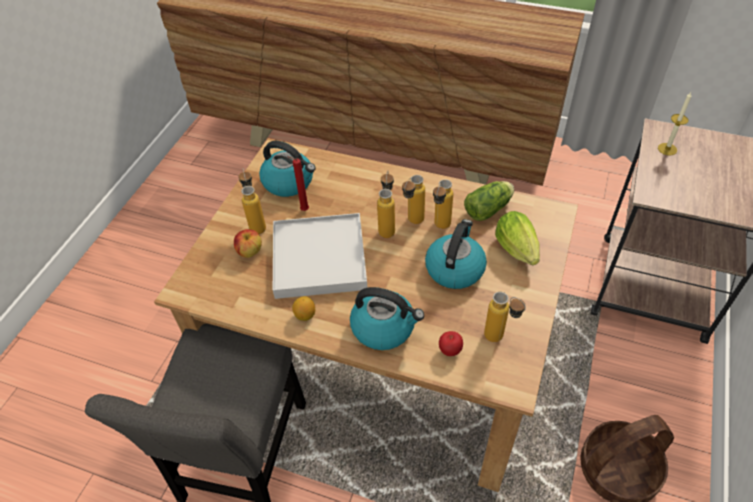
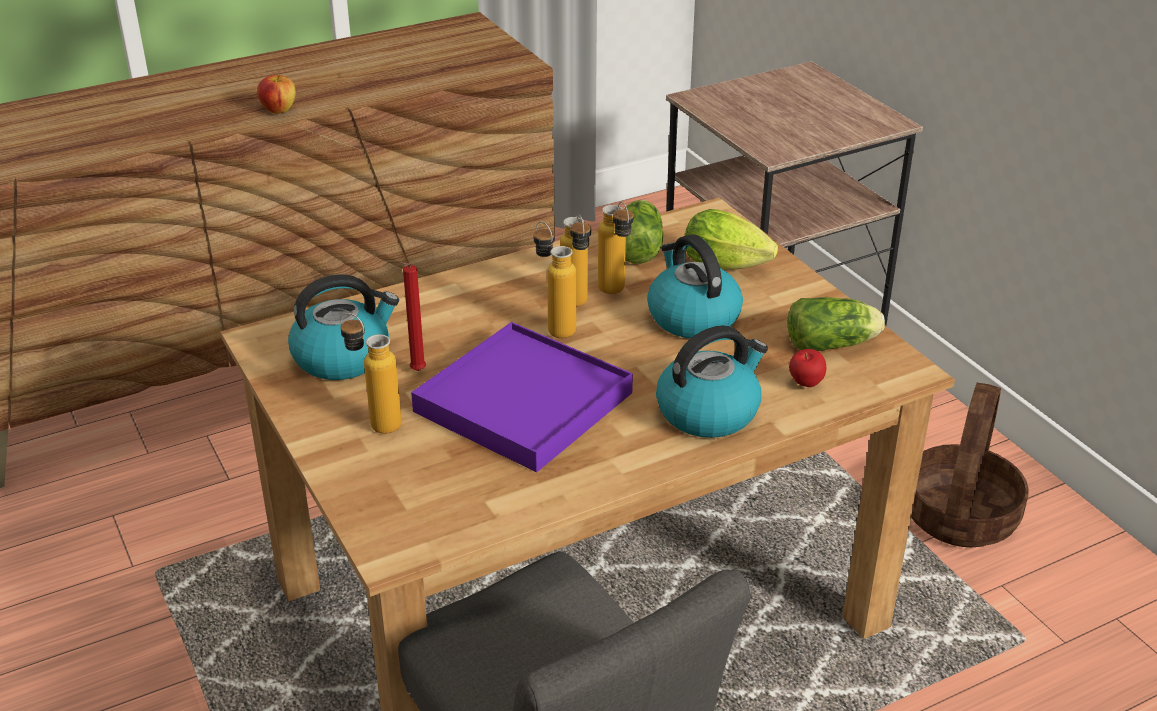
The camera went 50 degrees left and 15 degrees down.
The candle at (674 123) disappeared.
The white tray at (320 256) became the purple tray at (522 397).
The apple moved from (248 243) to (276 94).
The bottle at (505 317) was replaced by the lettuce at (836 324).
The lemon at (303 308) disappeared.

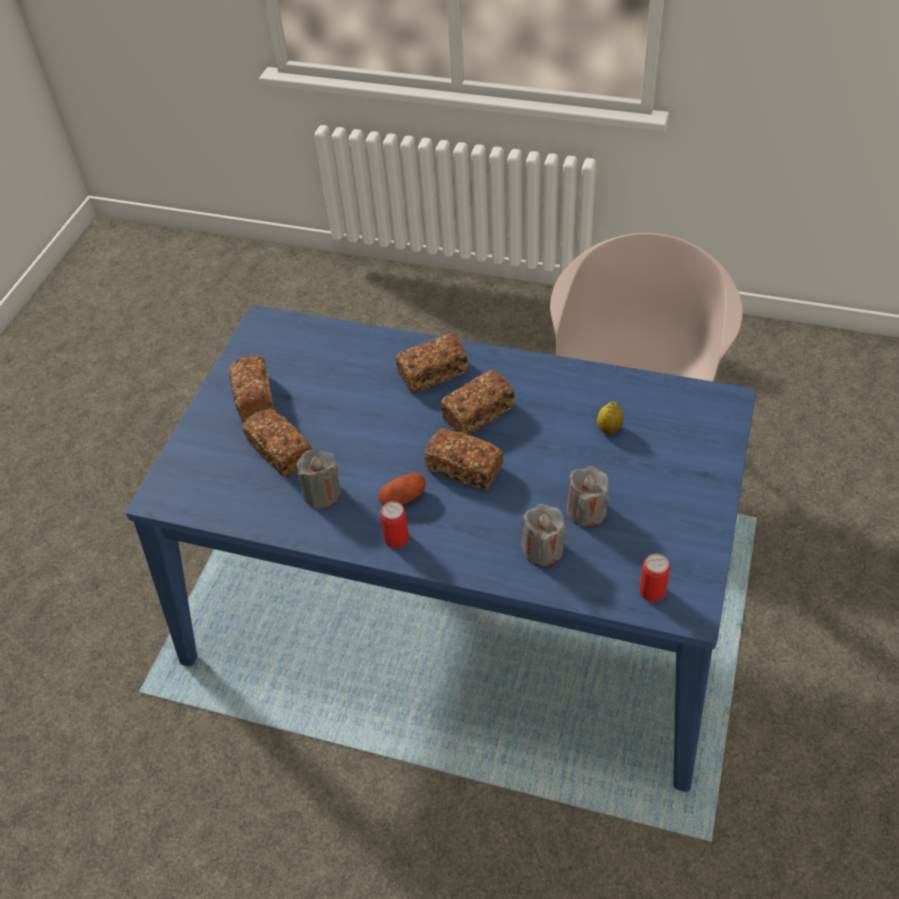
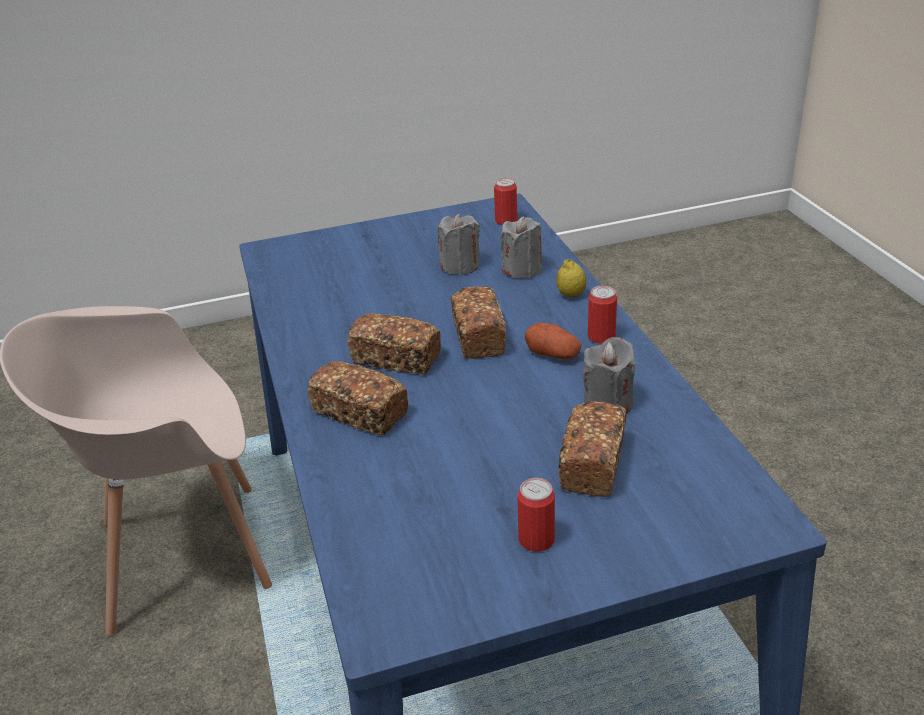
The camera went 125 degrees left and 15 degrees down.
The bread at (251 388) was replaced by the can at (536 515).
The lemon moved from (610 417) to (571 278).

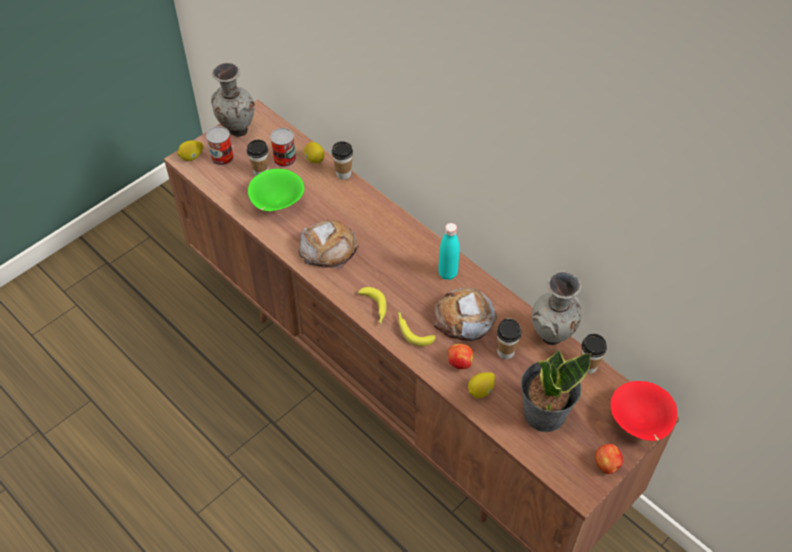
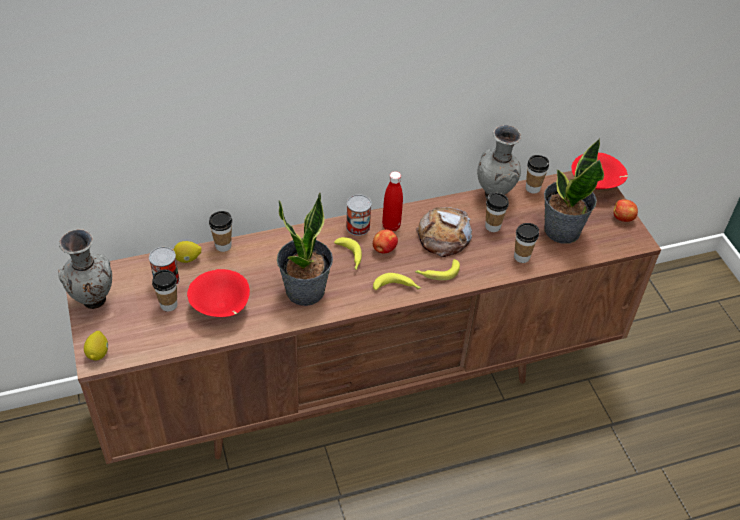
The camera went 65 degrees left and 5 degrees down.
The can moved from (220 146) to (358 215).
The green bowl at (276 190) became the red bowl at (218 293).
The bread at (328 243) was replaced by the potted plant at (305 249).
The turquoise bottle at (448 251) became the red bottle at (392 201).
The apple moved from (460 356) to (385 241).
The lemon at (481 385) was replaced by the cup at (526 243).
The banana at (348 253) appeared.

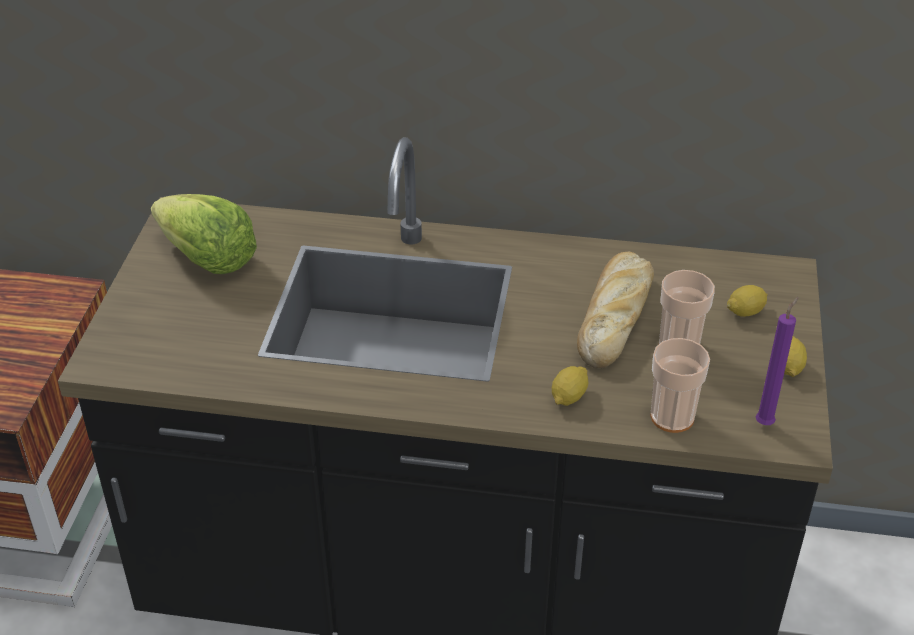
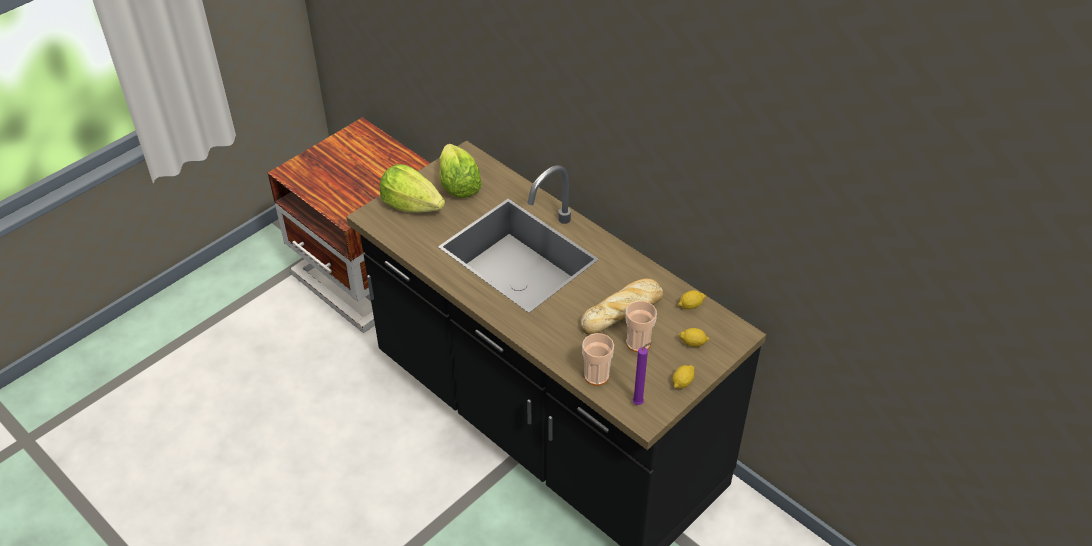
The camera went 35 degrees right and 5 degrees up.
The lemon moved from (570 386) to (692 299).
The lettuce at (412 188) appeared.

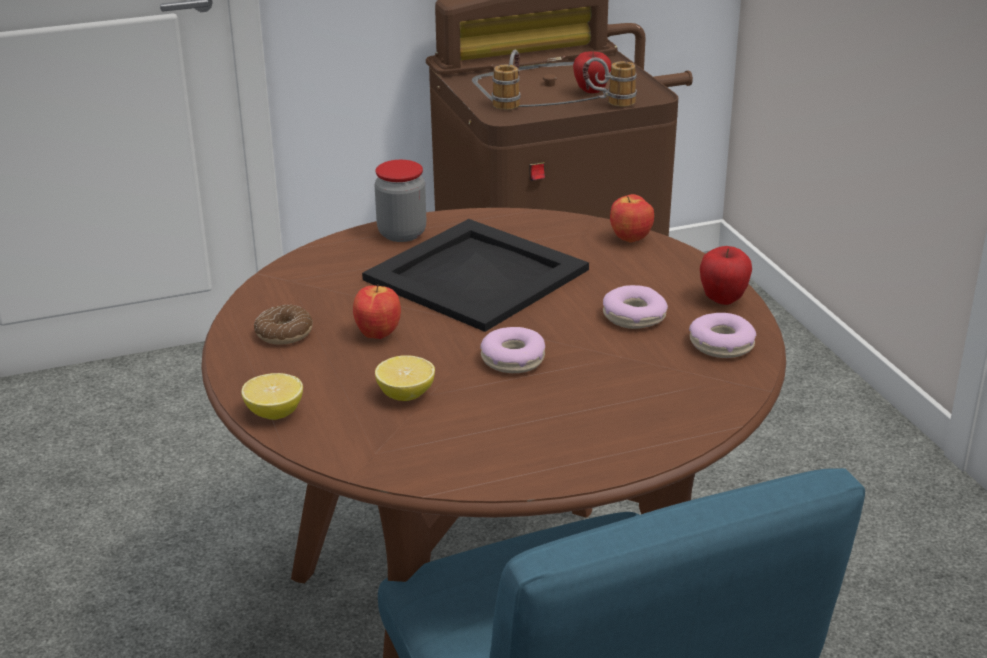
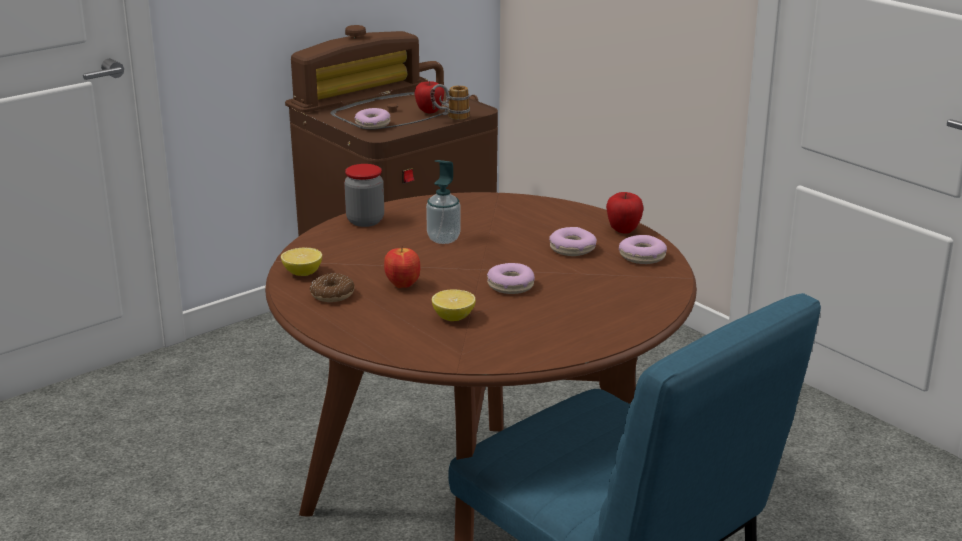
The camera went 20 degrees left and 5 degrees down.
The mug at (506 79) was replaced by the donut at (372 118).
The apple at (632 218) disappeared.
The black tray at (475 275) was replaced by the soap dispenser at (443 202).
The lemon moved from (272 396) to (301 262).

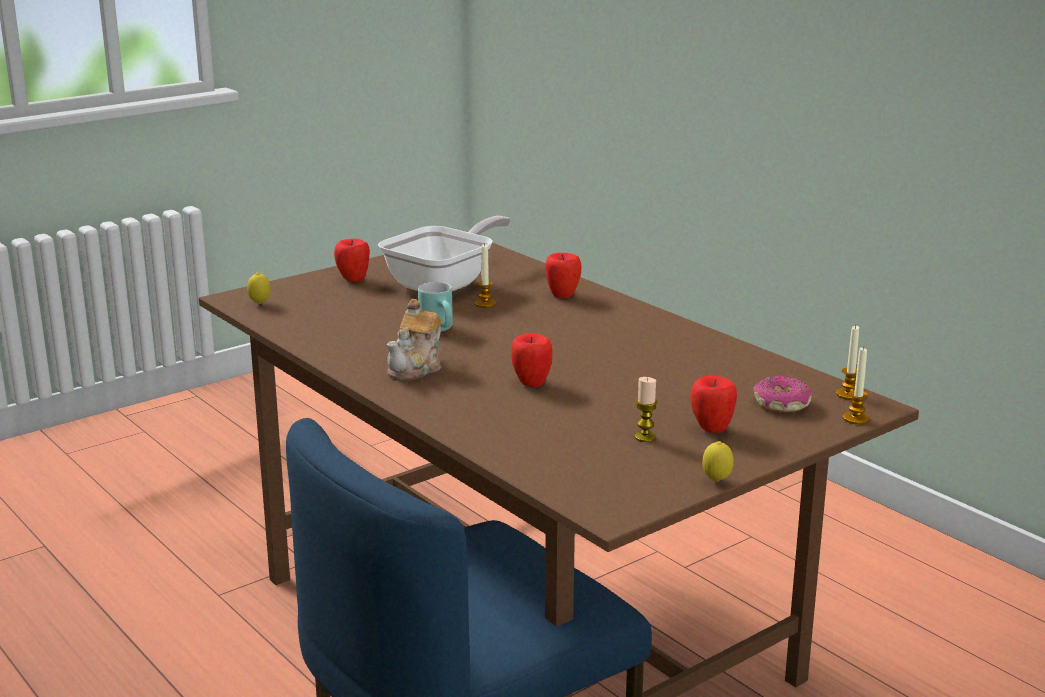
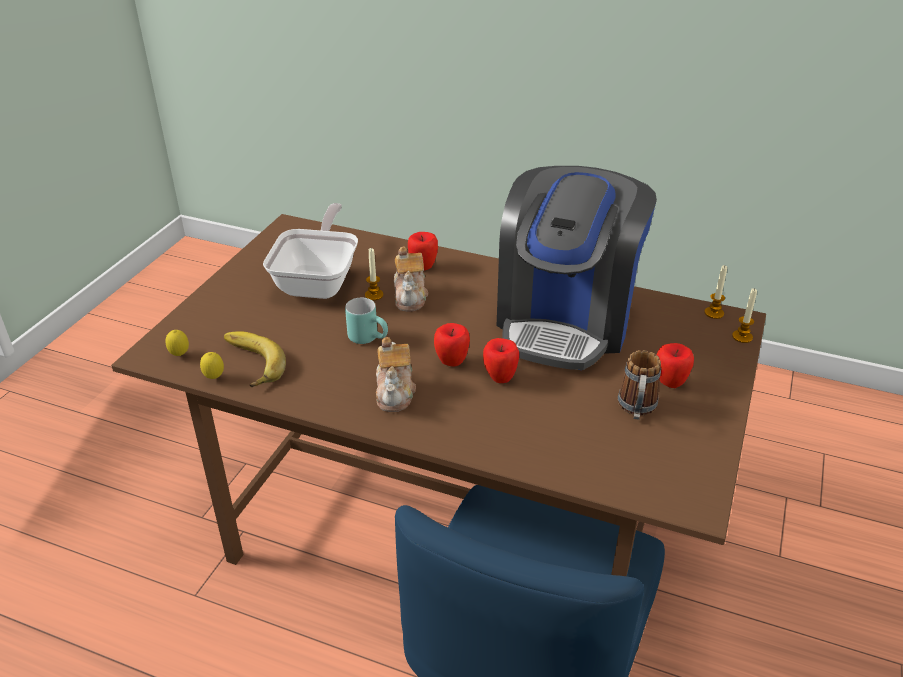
The camera went 30 degrees left and 15 degrees up.
The apple moved from (352 260) to (452 344).
The donut at (783 394) disappeared.
The candle at (646 409) was replaced by the mug at (639 385).
The lemon moved from (718 461) to (212 365).
The coffee machine at (577 268) appeared.
The teapot at (411 278) appeared.
The banana at (255 359) appeared.

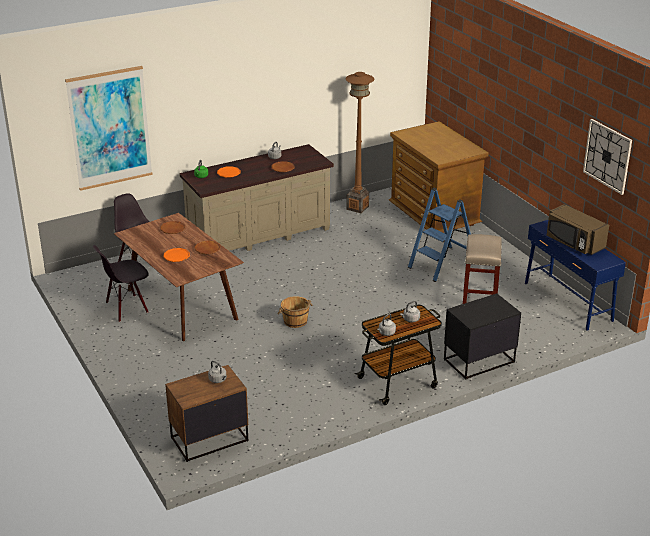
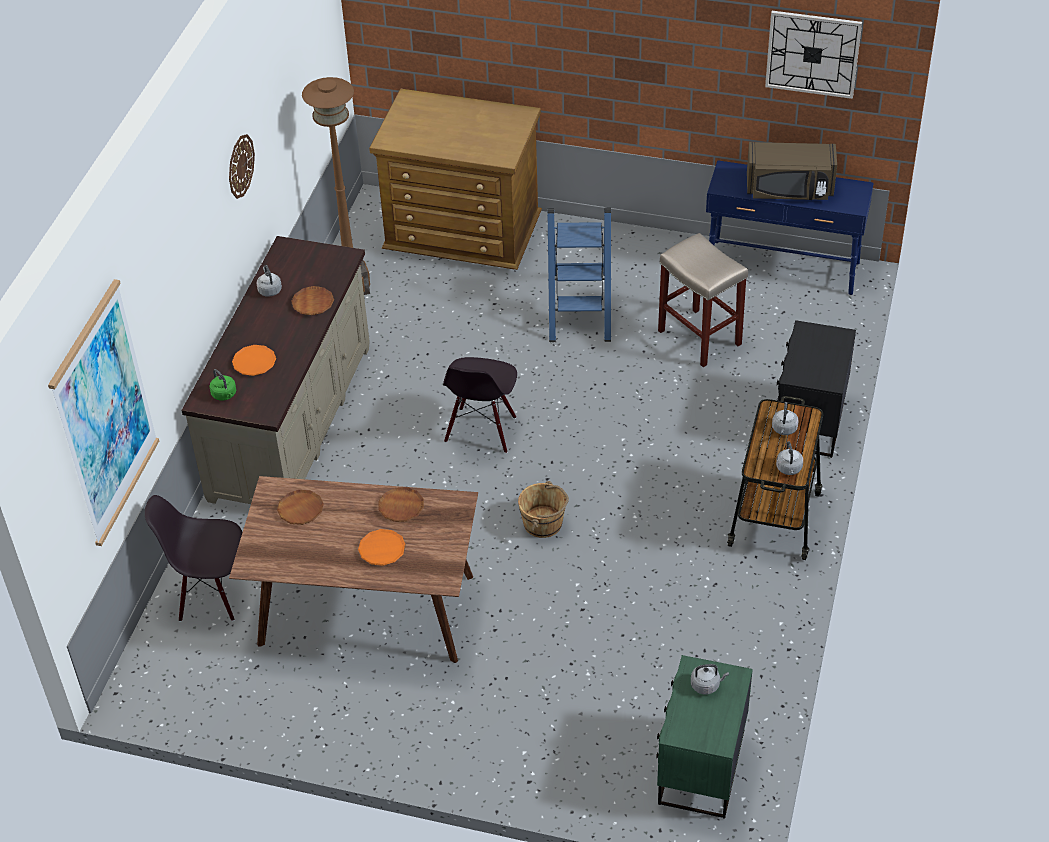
The camera went 45 degrees left and 15 degrees up.
The black chair moved from (121 283) to (480 405).
The brown nightstand at (206 413) became the green nightstand at (704 737).
The wall clock at (242 166) appeared.

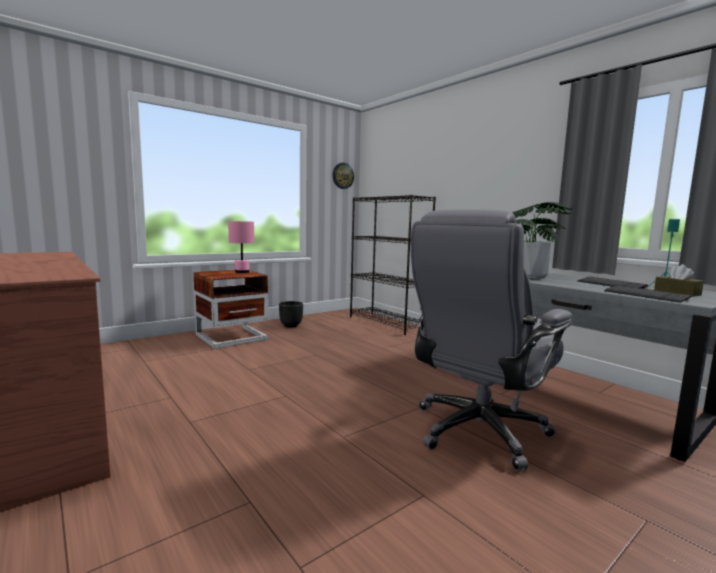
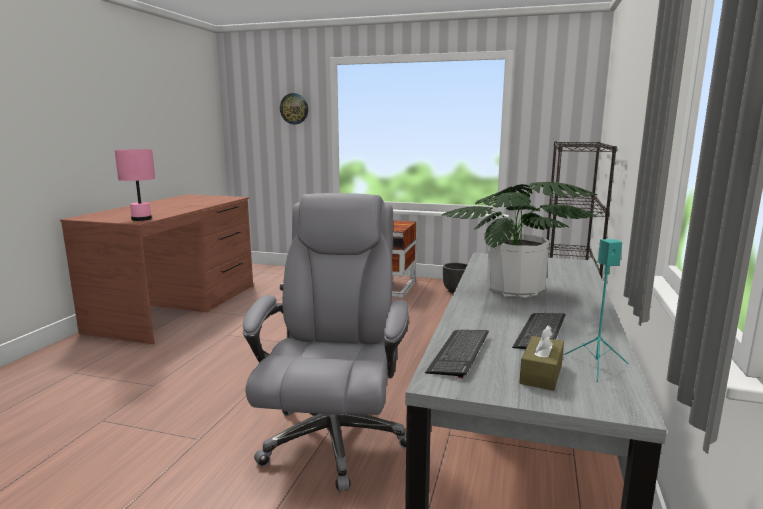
The camera went 55 degrees right and 5 degrees up.
The wall clock moved from (343 176) to (294 108).
The grey office chair at (491 340) turned 90 degrees clockwise.
The pink table lamp moved from (241 247) to (135 185).

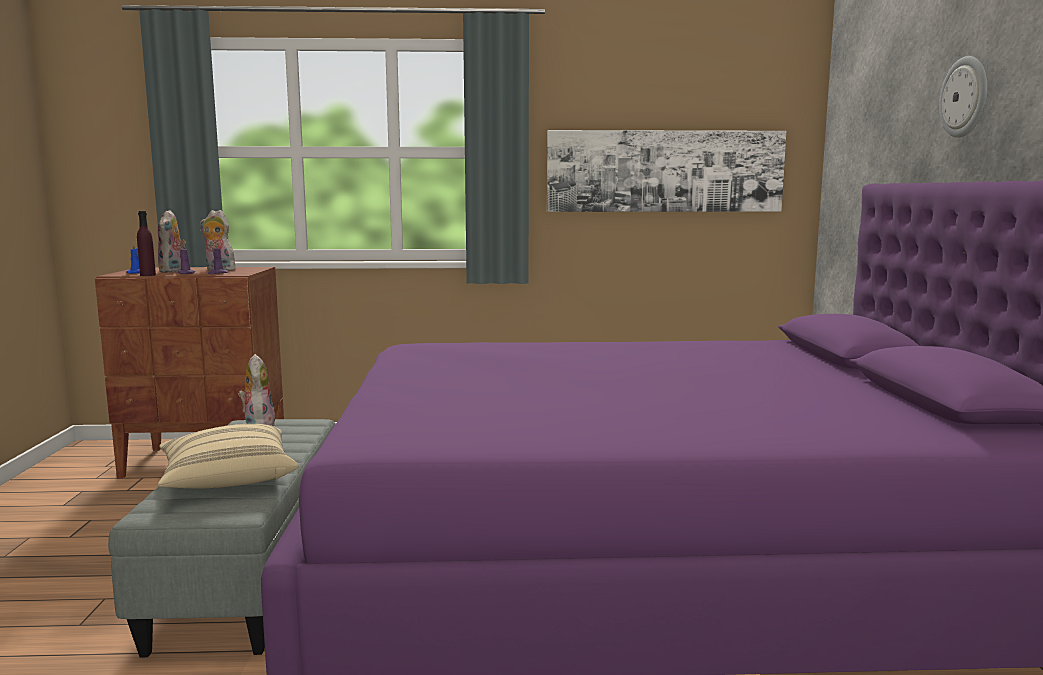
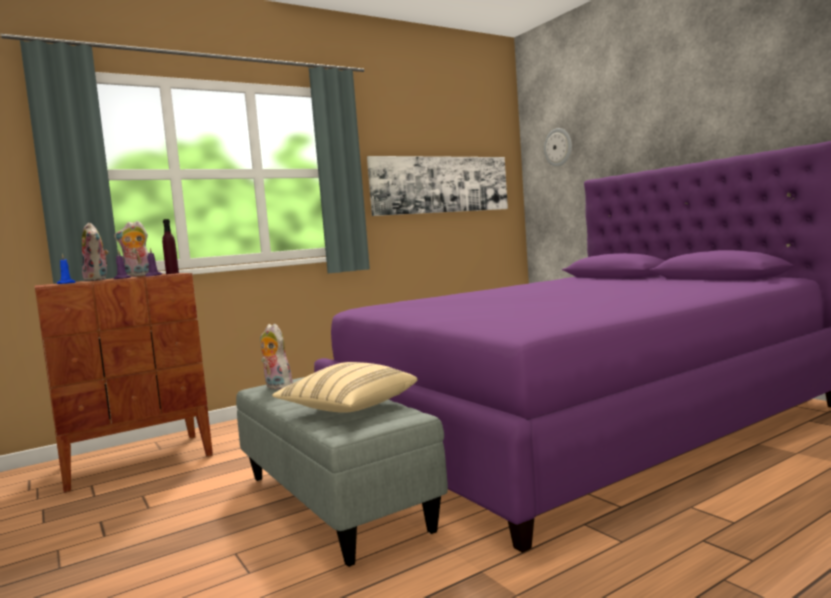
The camera went 30 degrees left and 5 degrees down.
The wall clock moved from (963 97) to (558 147).
The purple bottle moved from (146 243) to (170 246).

